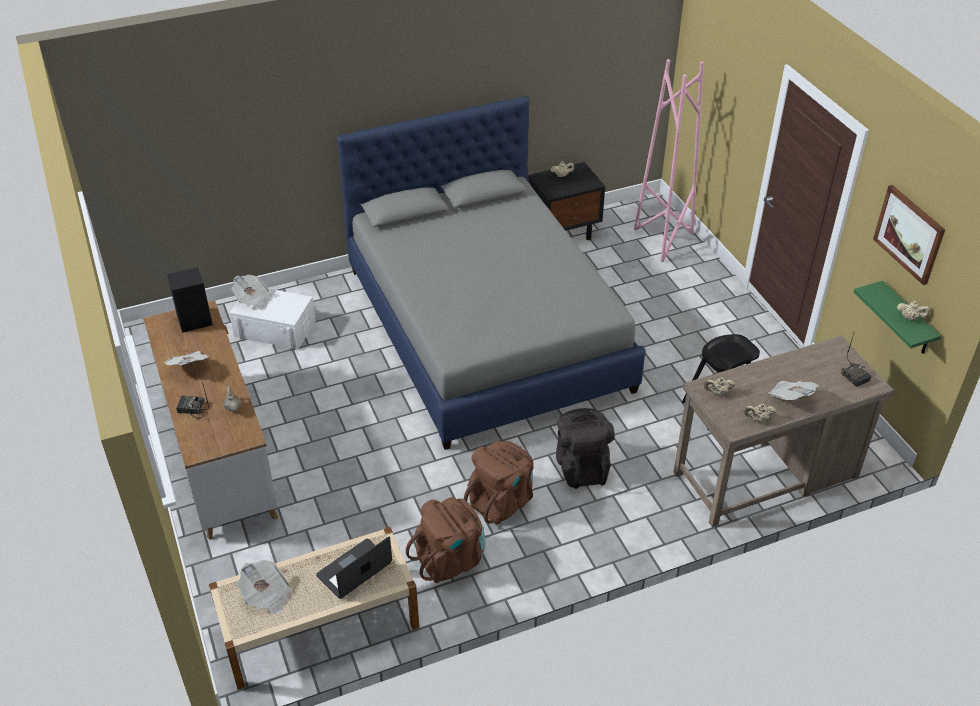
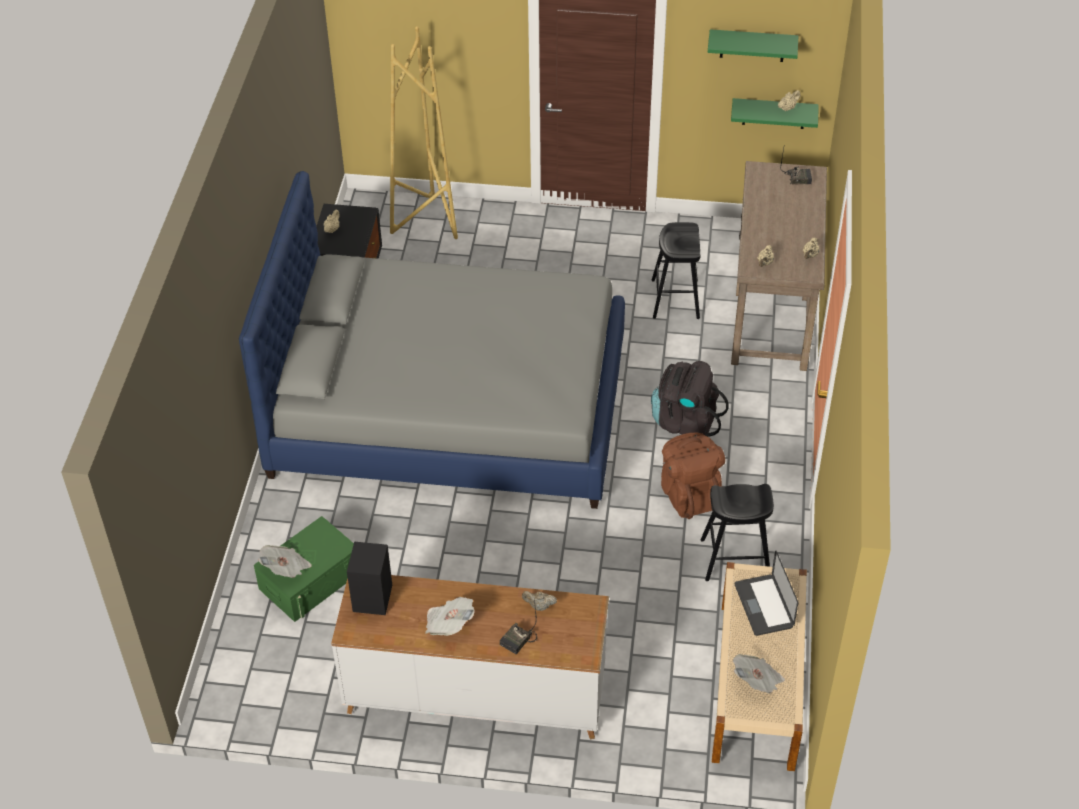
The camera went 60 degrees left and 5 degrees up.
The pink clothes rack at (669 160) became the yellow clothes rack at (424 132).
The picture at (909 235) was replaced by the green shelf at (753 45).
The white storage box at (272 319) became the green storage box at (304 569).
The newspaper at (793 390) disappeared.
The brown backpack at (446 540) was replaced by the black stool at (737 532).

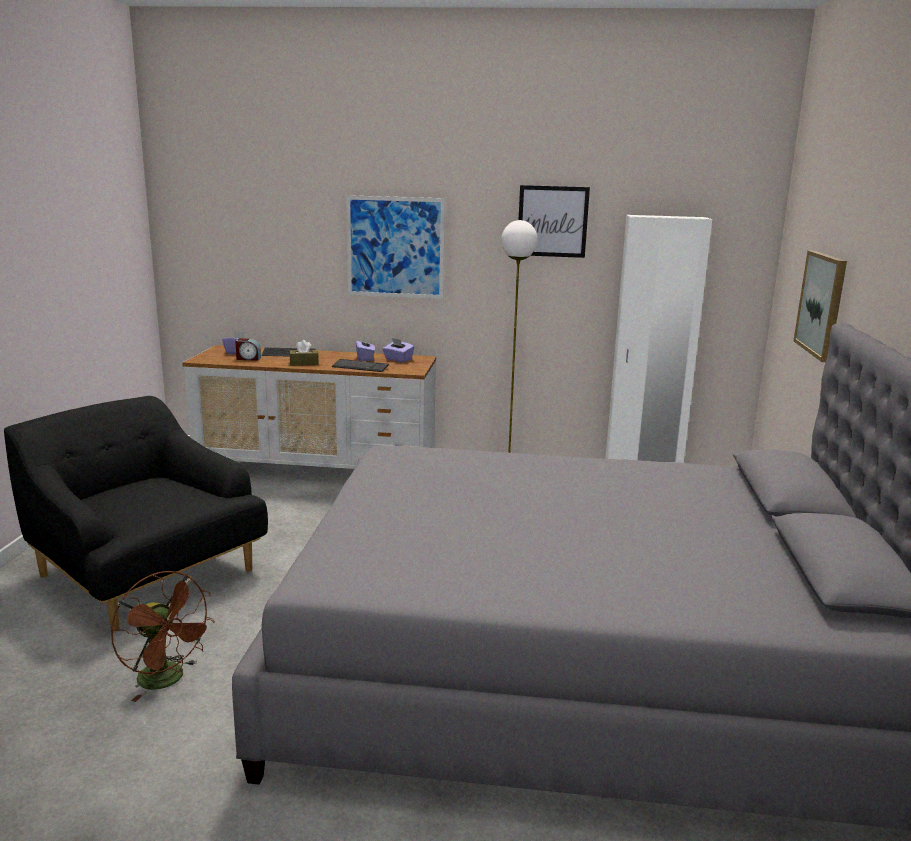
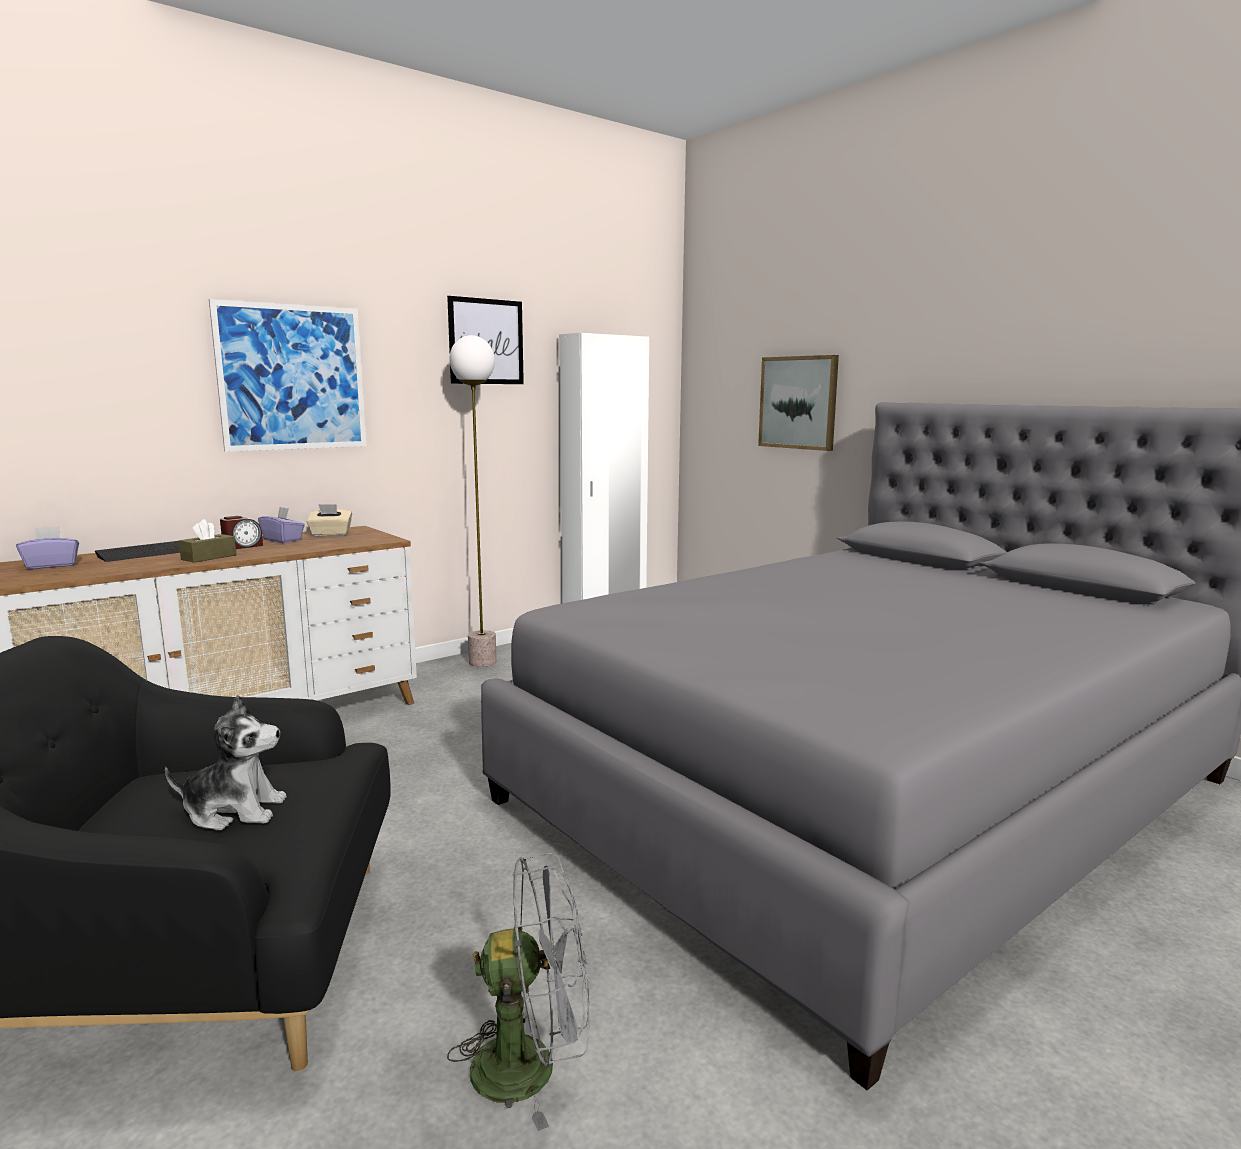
The camera went 45 degrees left and 5 degrees down.
The alarm clock moved from (248 349) to (241 532).
The purple tissue box at (398 350) became the beige tissue box at (329 520).
The keyboard at (360 365) disappeared.
The brown fan at (163 636) became the grey fan at (518 992).
The plush toy at (226 762) appeared.

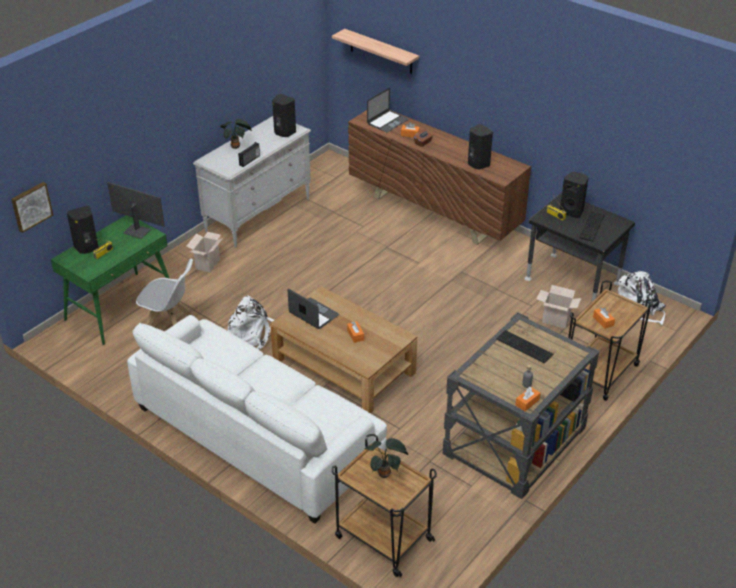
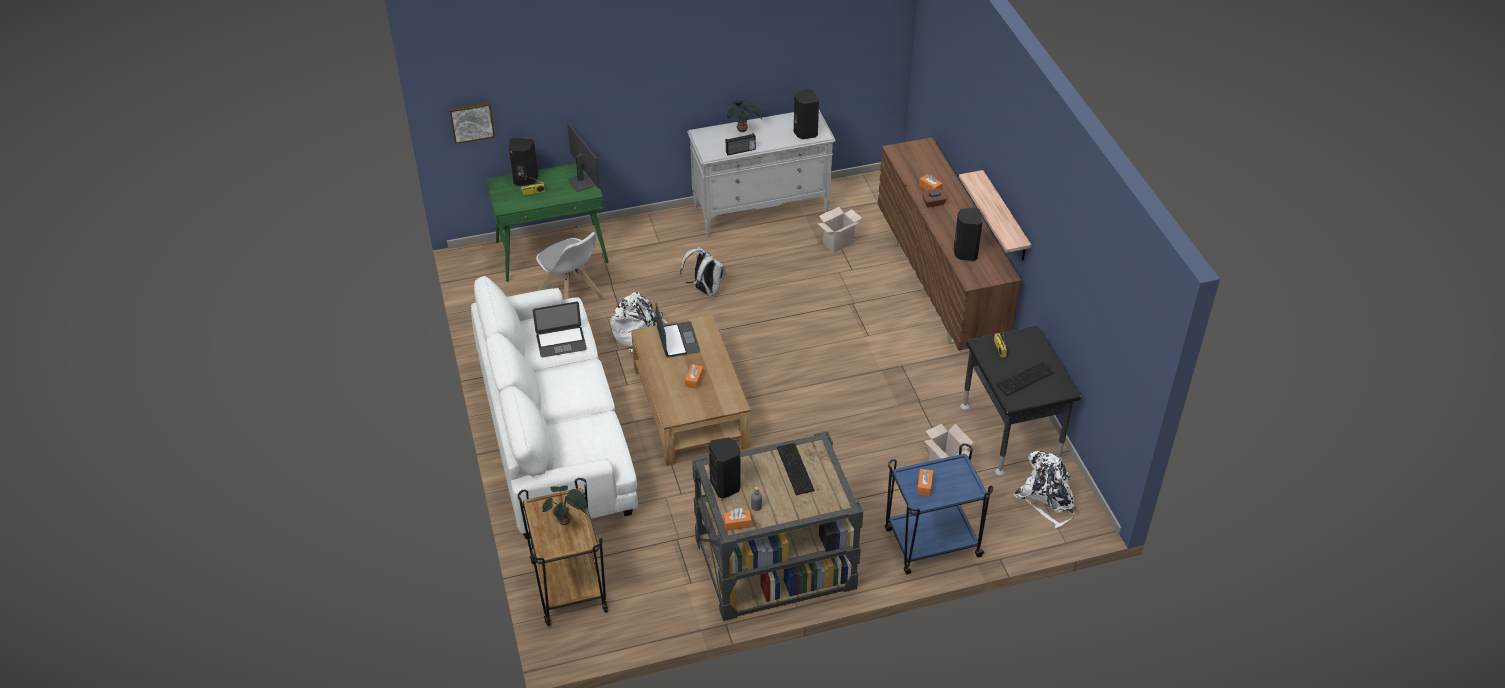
The camera went 35 degrees right and 5 degrees up.
The shelf moved from (375 51) to (995 215).
The laptop moved from (388 110) to (560 329).
The black speaker moved from (574 195) to (725 468).
The cardboard box moved from (205 252) to (839 230).
The brown cart at (610 341) became the blue cart at (939 508).
The white backpack at (703 272) appeared.

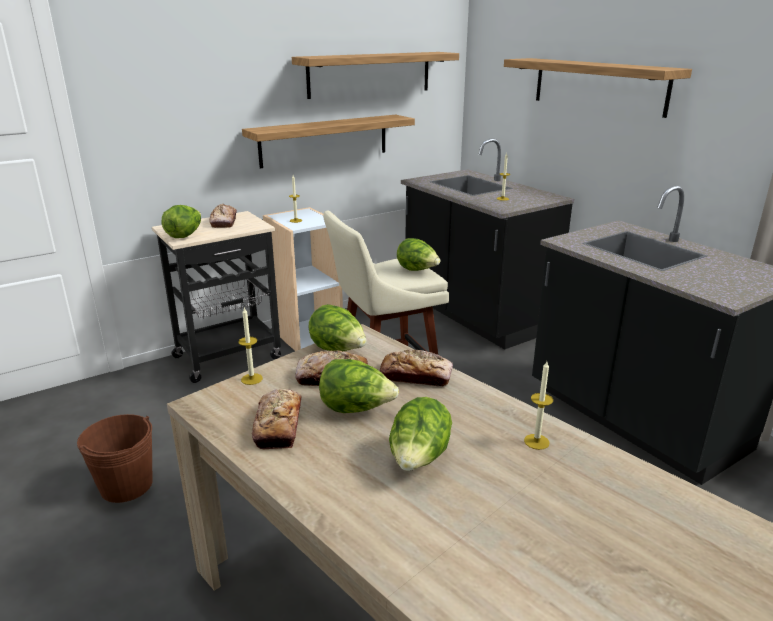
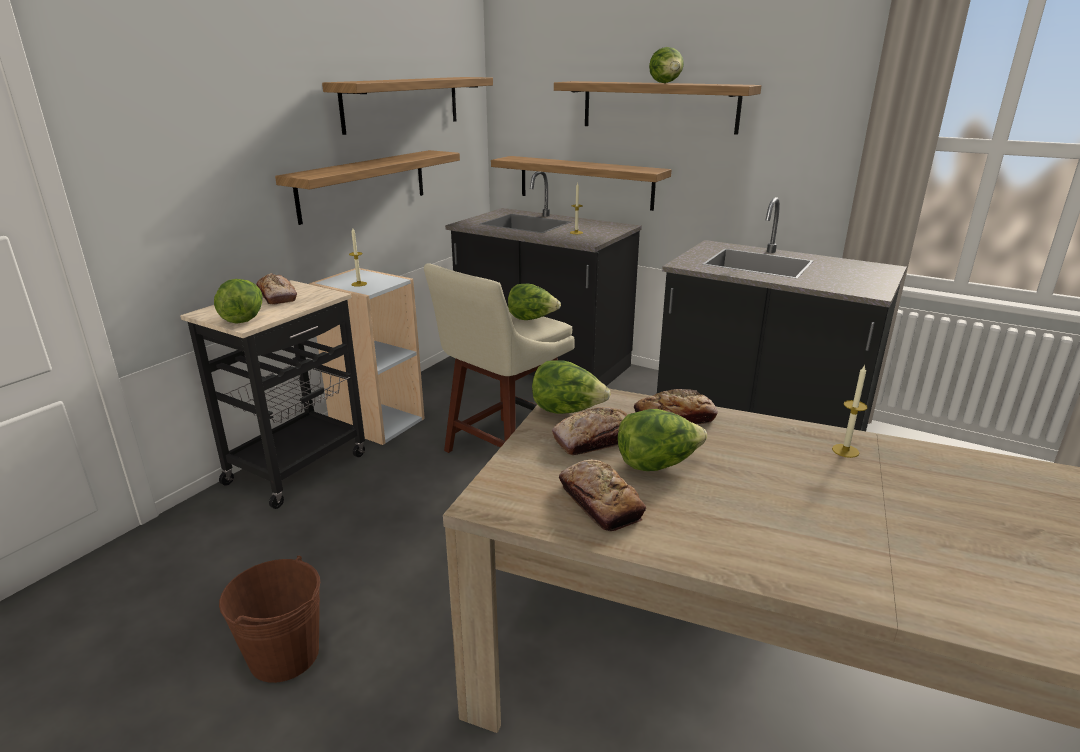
The camera went 25 degrees left and 0 degrees up.
The candle at (251 346) disappeared.
The lettuce moved from (420 434) to (666 65).
The shelf at (581 183) appeared.

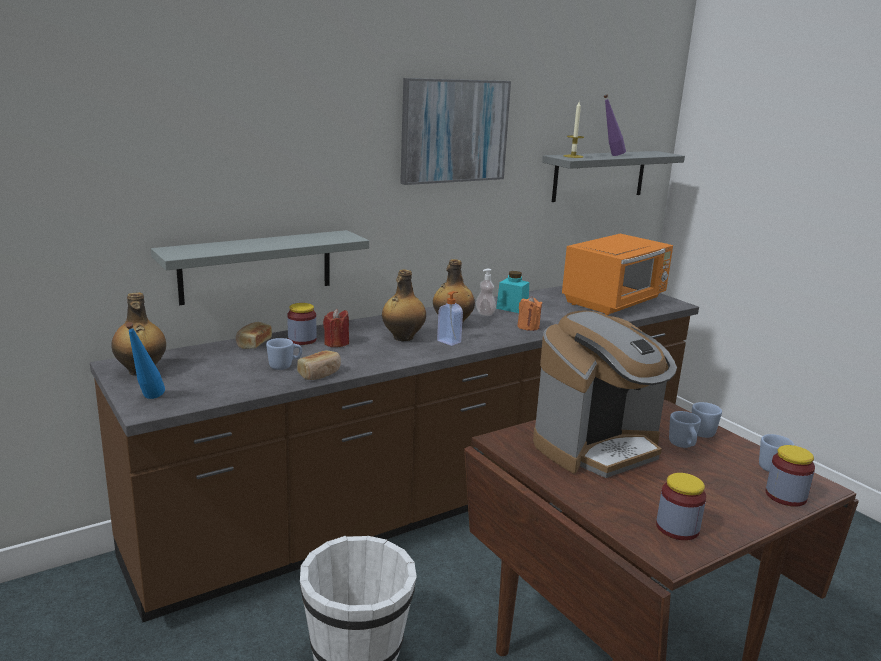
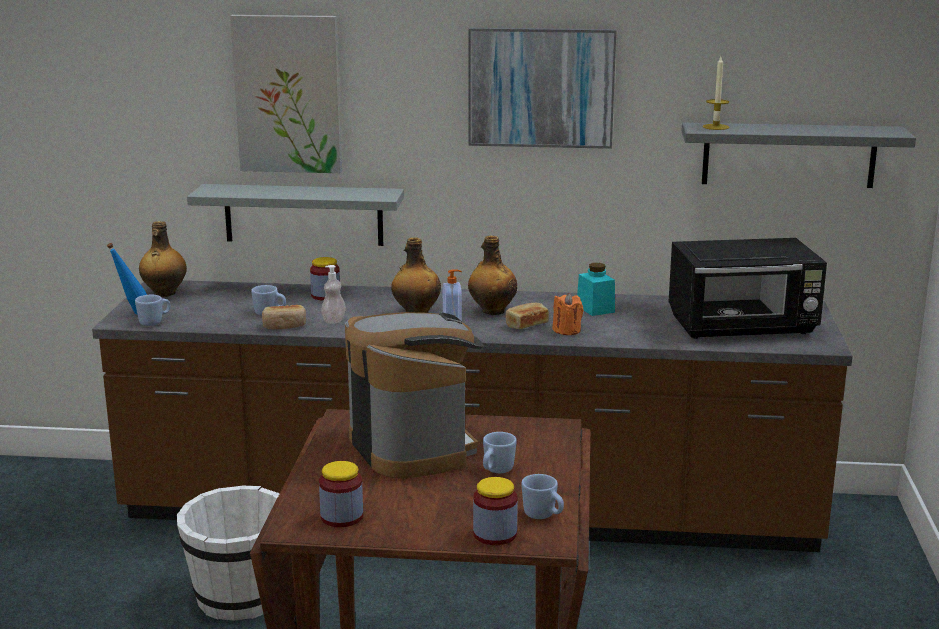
The camera went 40 degrees right and 0 degrees up.
The purple bottle at (615 125) disappeared.
The orange microwave at (617 274) became the black microwave at (748 288).
The soap dispenser moved from (486 292) to (333 294).
The red candle at (336 328) disappeared.
The coffee machine at (605 394) turned 120 degrees counterclockwise.
The bread moved from (254 335) to (527 316).
The blue mug moved from (707 420) to (153 310).
The picture at (286 94) appeared.

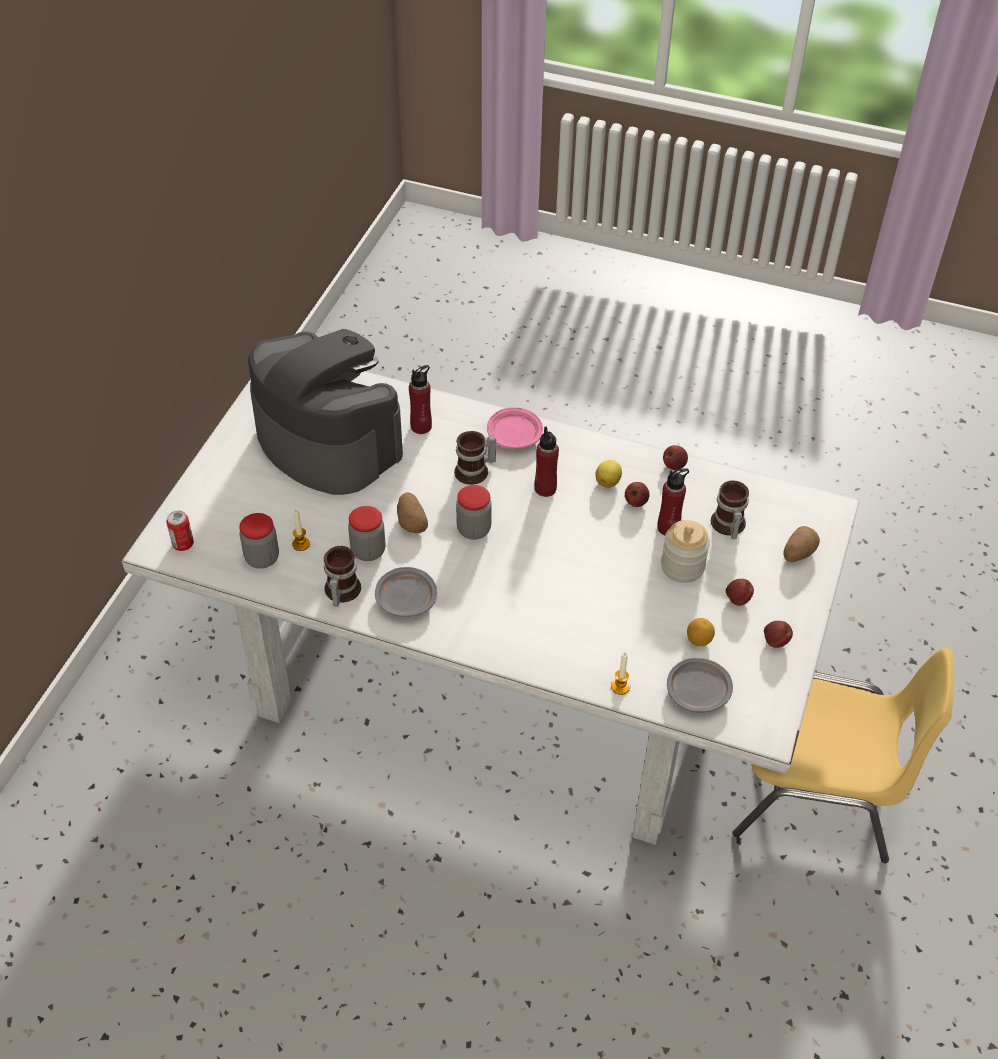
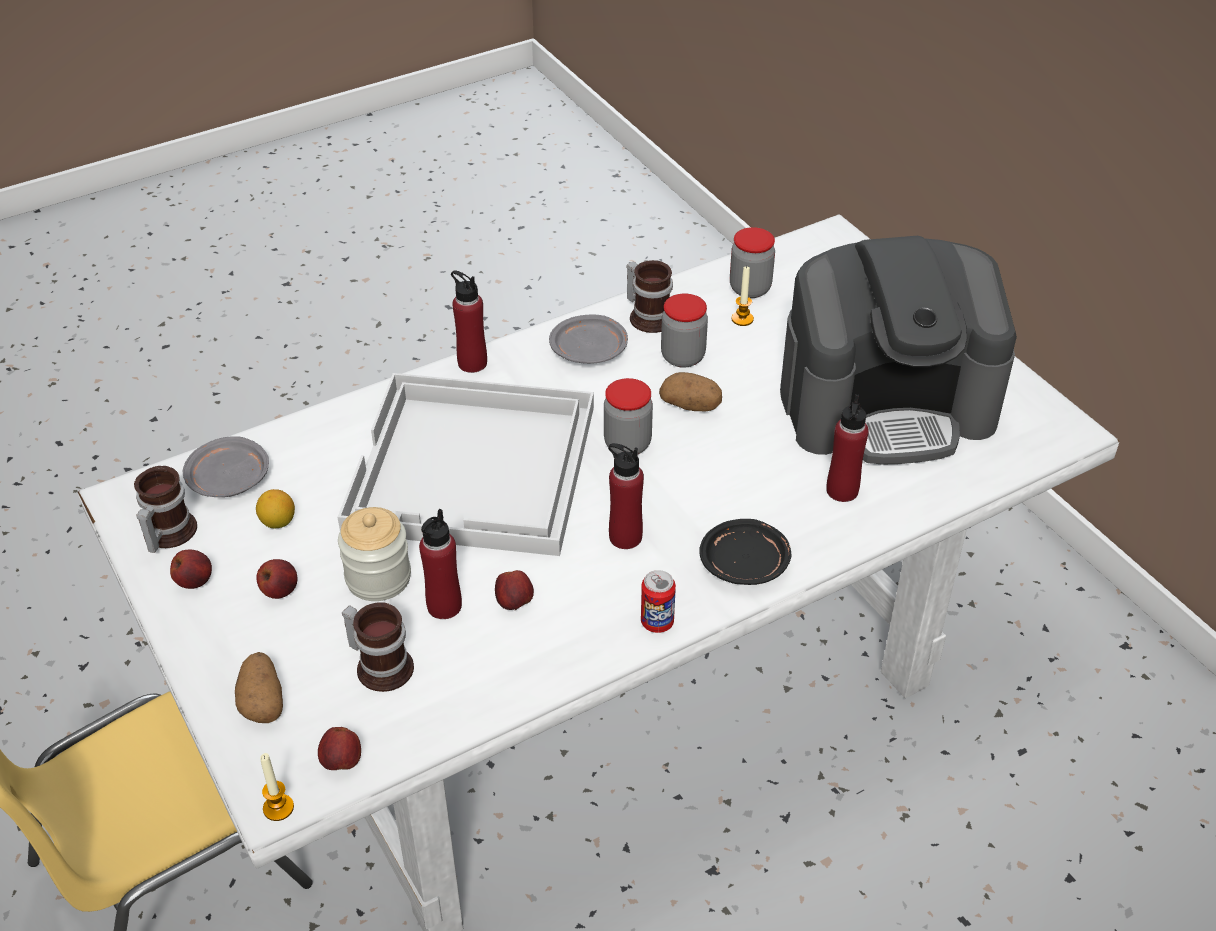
The camera went 130 degrees right and 5 degrees down.
The pink plate at (515 427) became the black plate at (745 552).
The mug moved from (475 458) to (165 509).
The apple moved from (675 457) to (339 748).
The lemon at (608 474) disappeared.
The can moved from (180 531) to (658 601).
The candle moved from (620 673) to (277 787).
The red bottle at (469 321) appeared.
The white tray at (466 464) appeared.

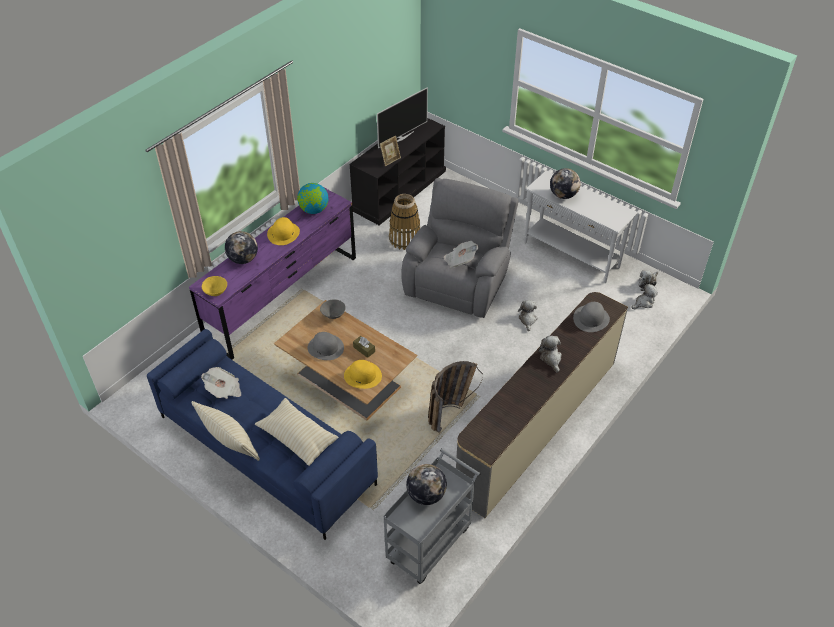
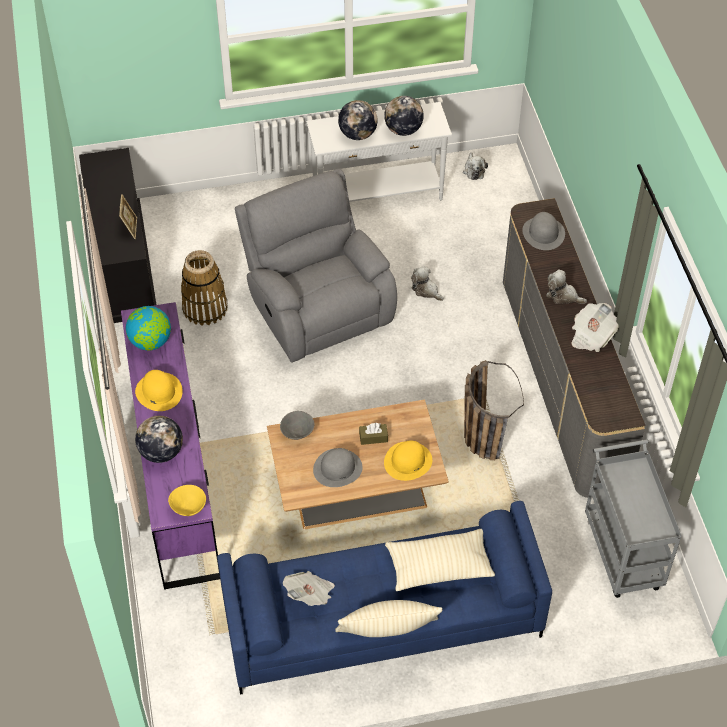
The camera went 50 degrees left and 5 degrees up.
The television at (402 117) disappeared.
The newspaper moved from (461 254) to (595 327).
The plush toy at (644 296) disappeared.
The globe moved from (426 484) to (404 116).

